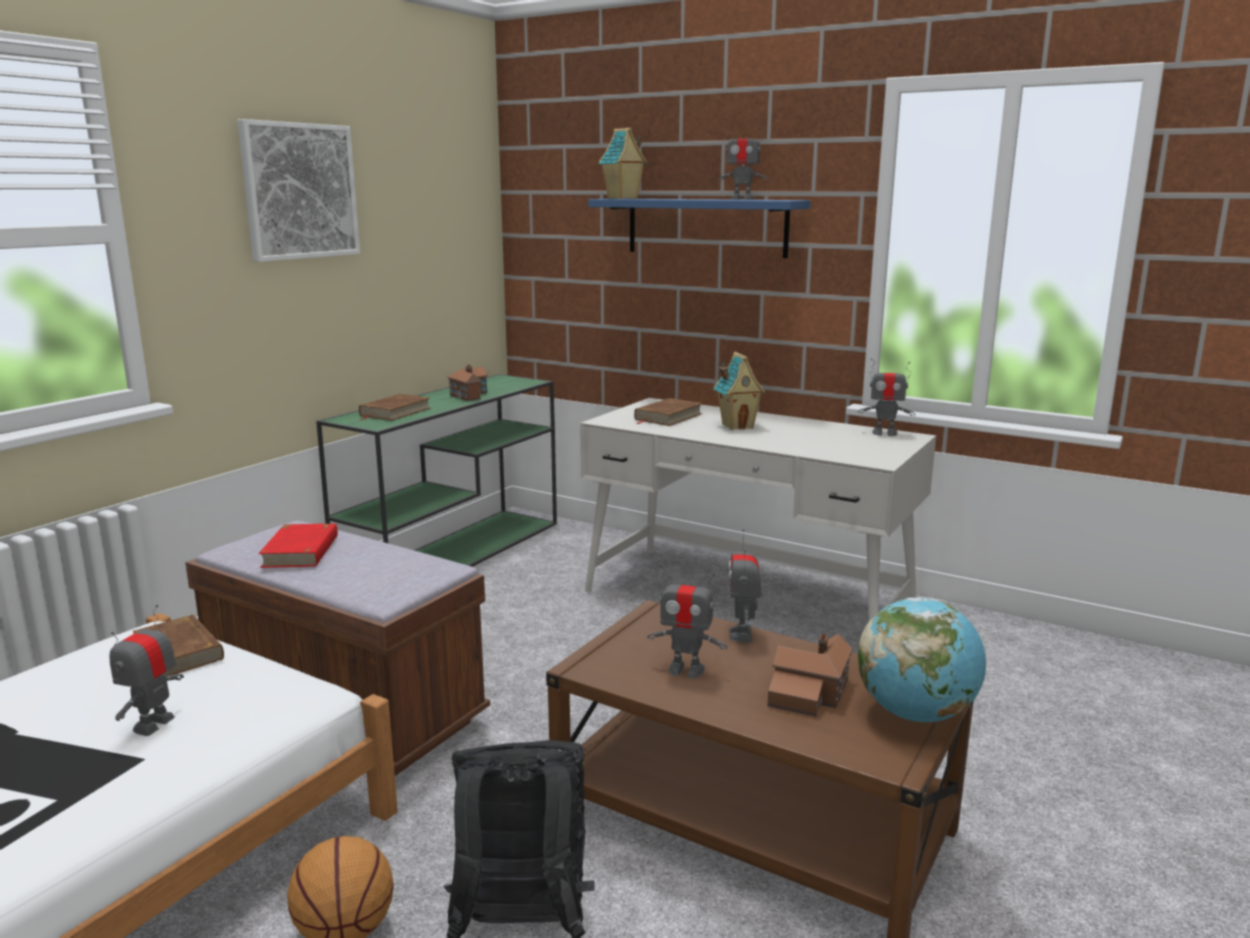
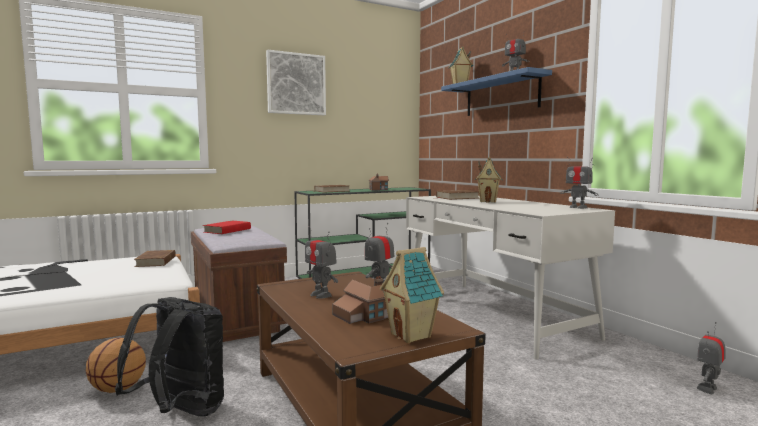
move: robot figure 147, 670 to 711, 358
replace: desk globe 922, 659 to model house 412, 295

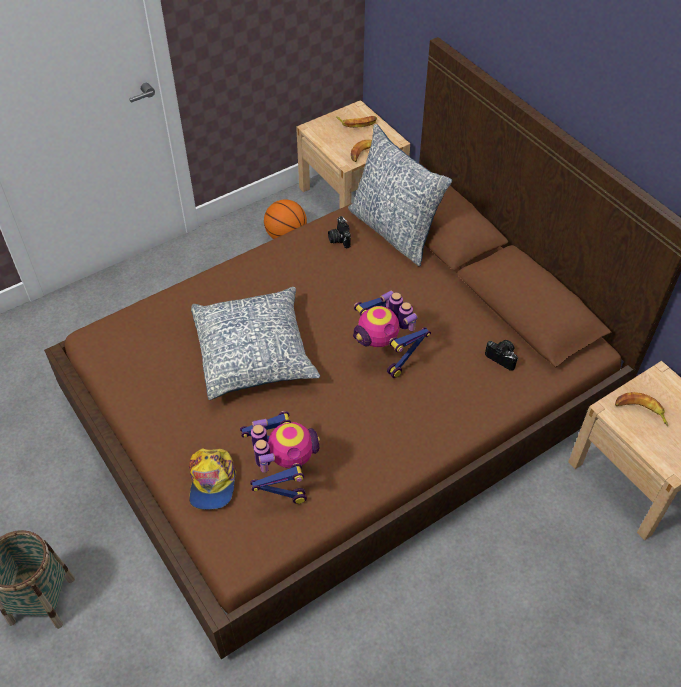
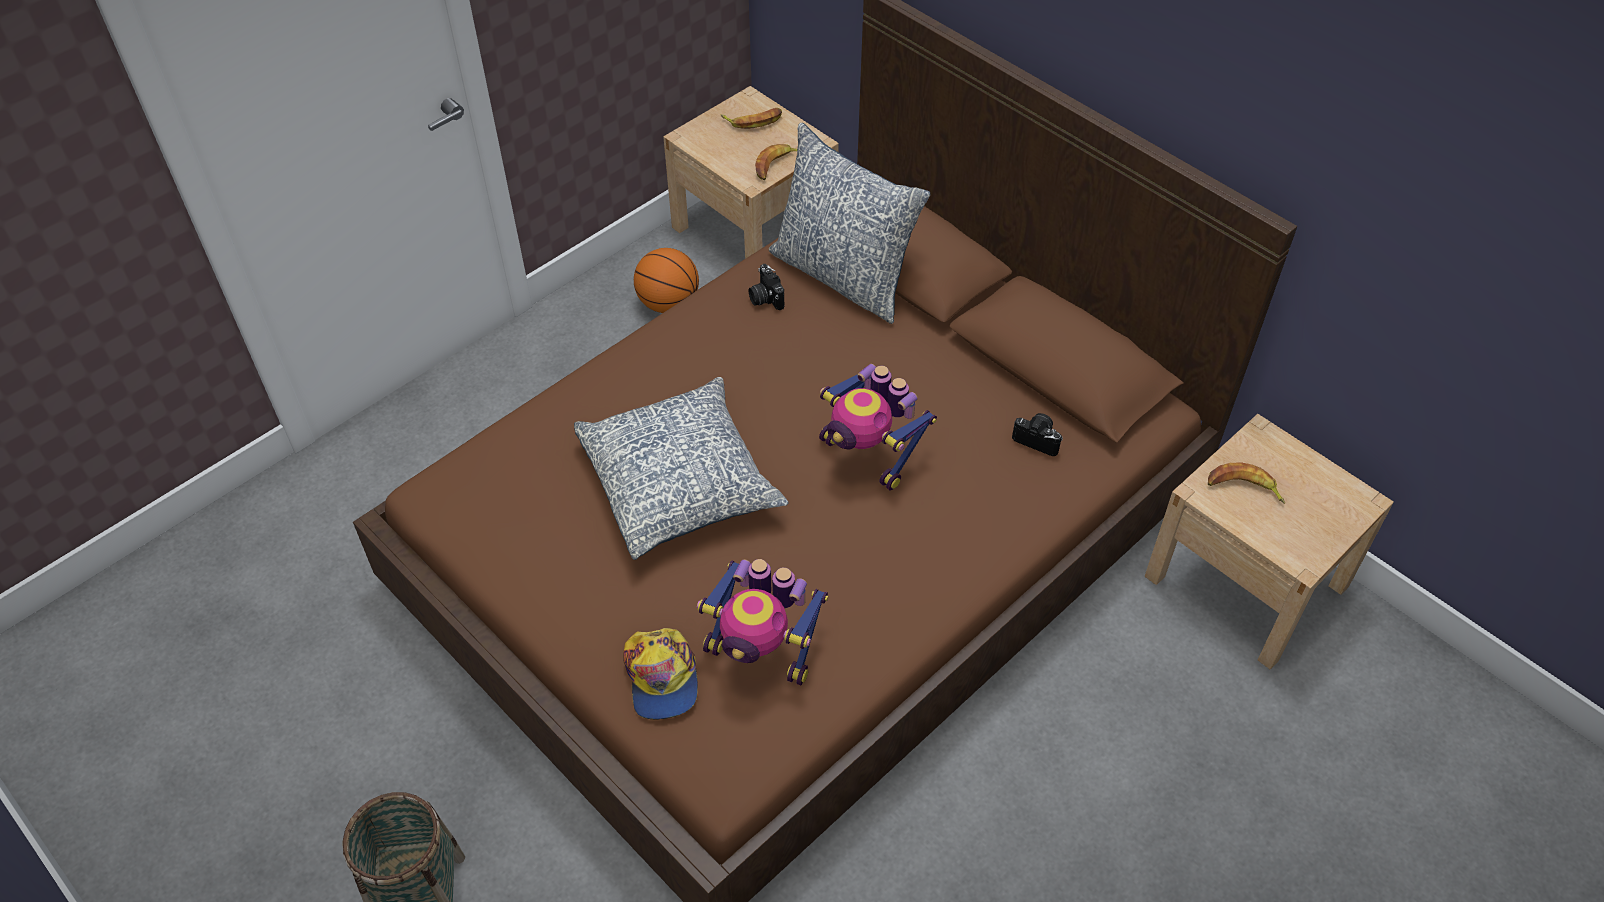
rotate: robot figure 280, 457 = 763, 622 135 degrees clockwise

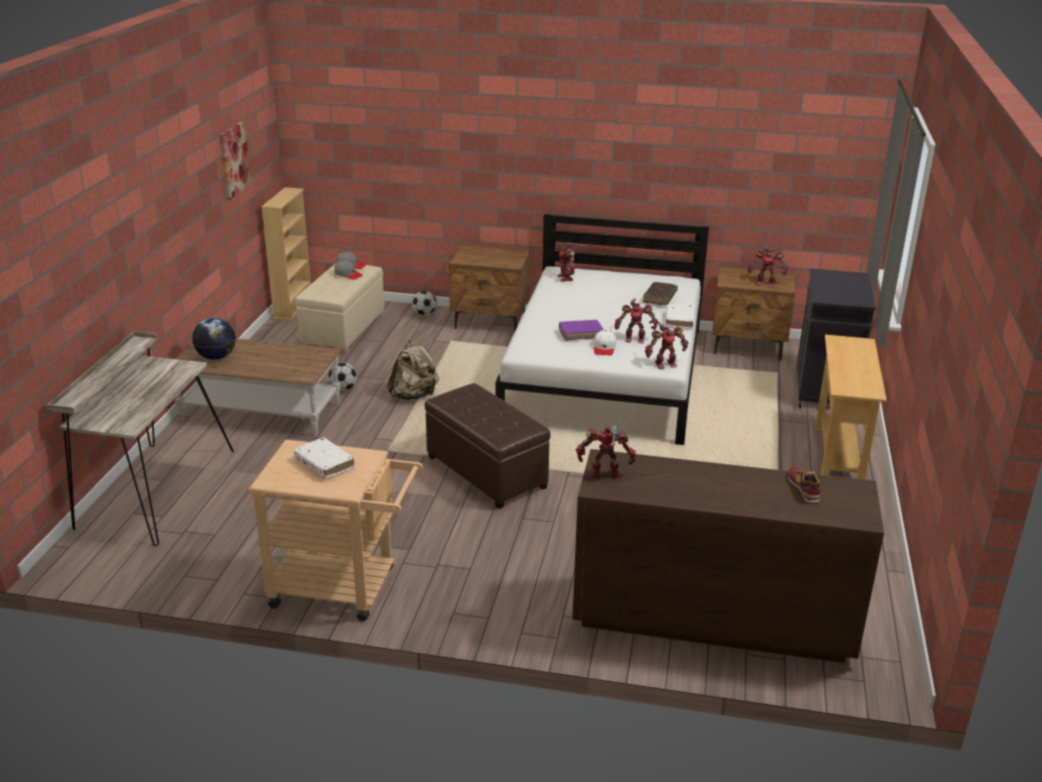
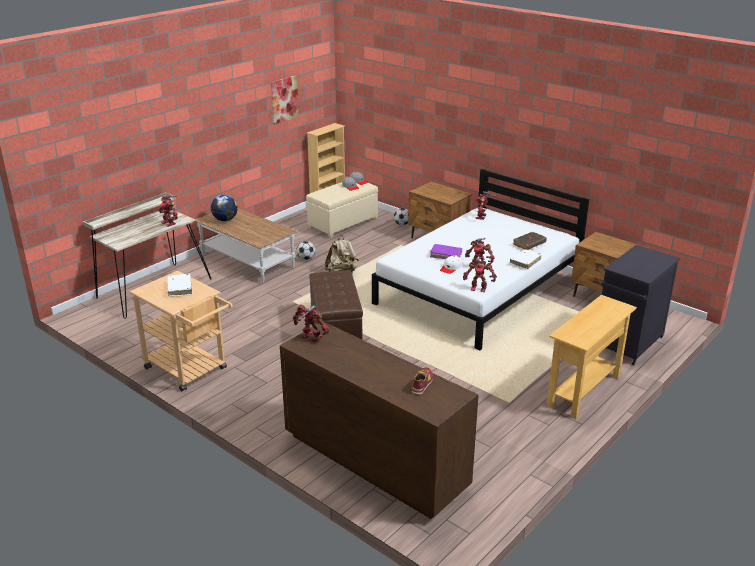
move: robot figure 768, 266 to 168, 211

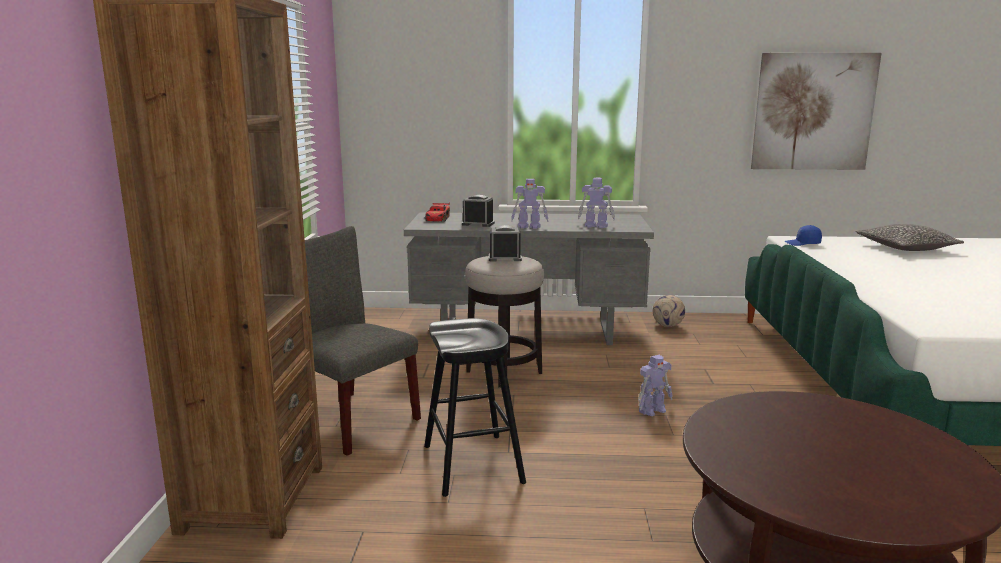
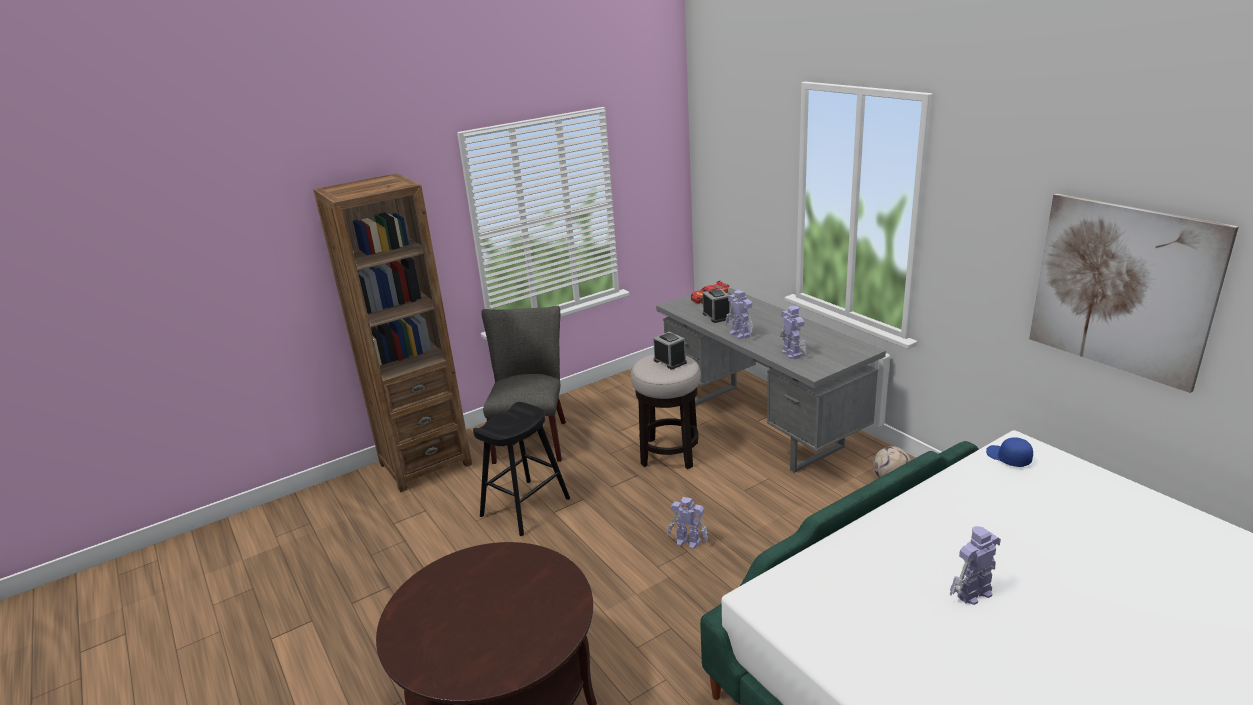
delete: throw pillow 910, 237
insert: robot figure 975, 565

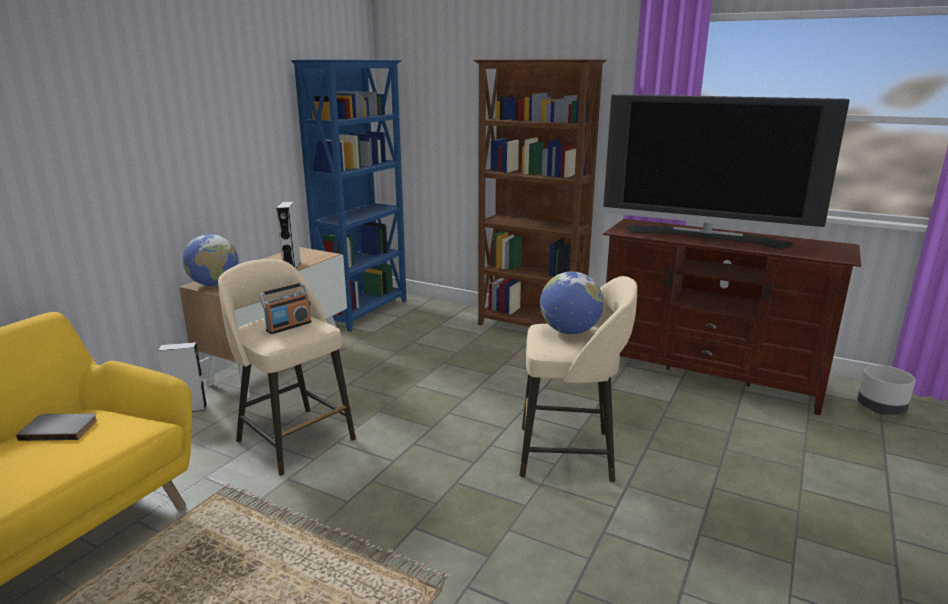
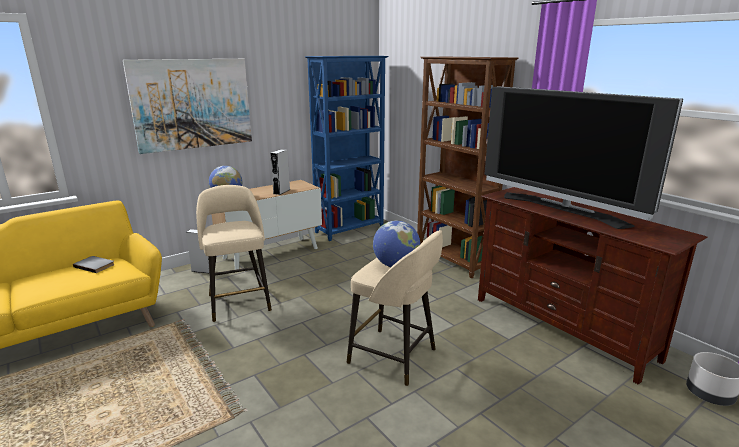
delete: radio set 285, 308
insert: wall picture 187, 106

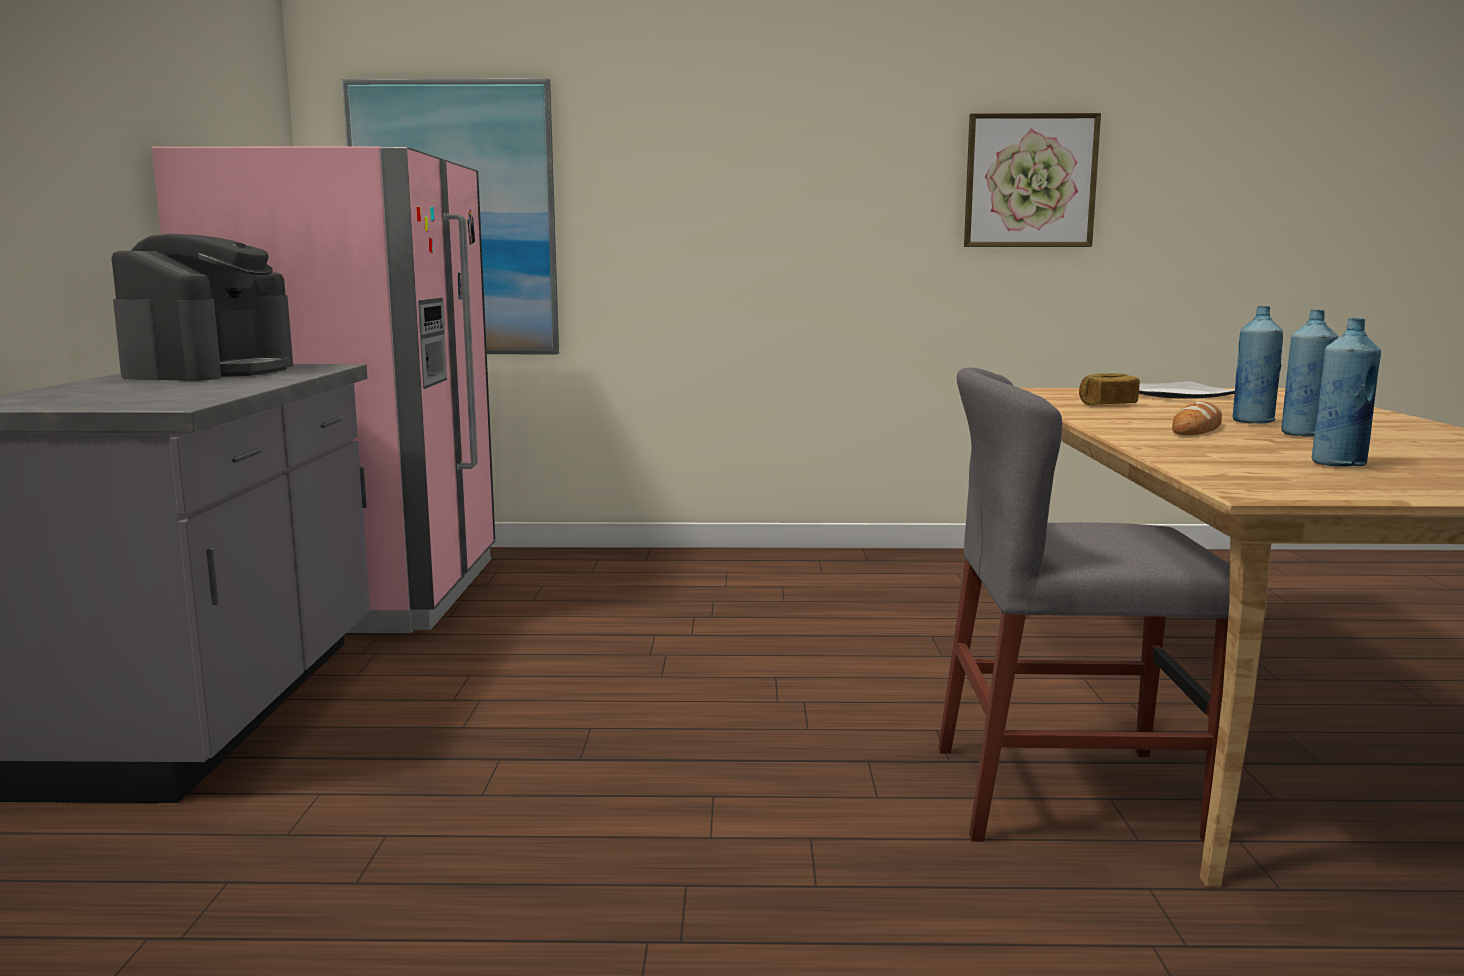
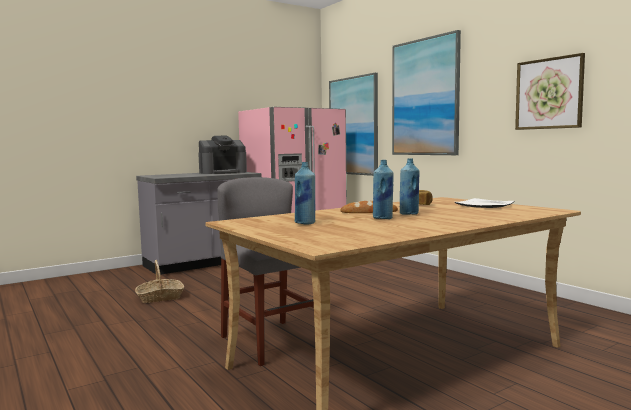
insert: household basket 159, 281; wall picture 426, 92

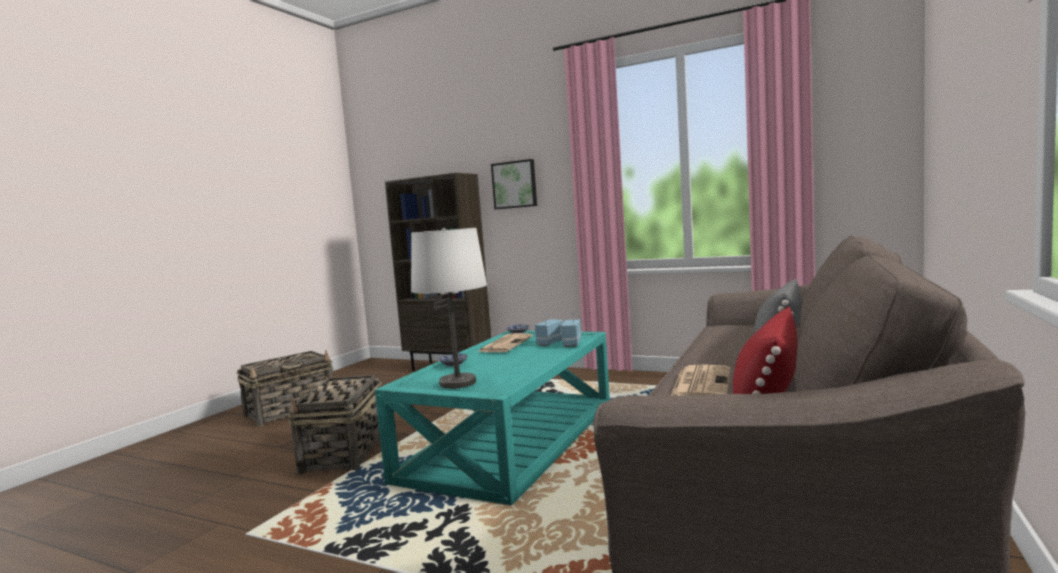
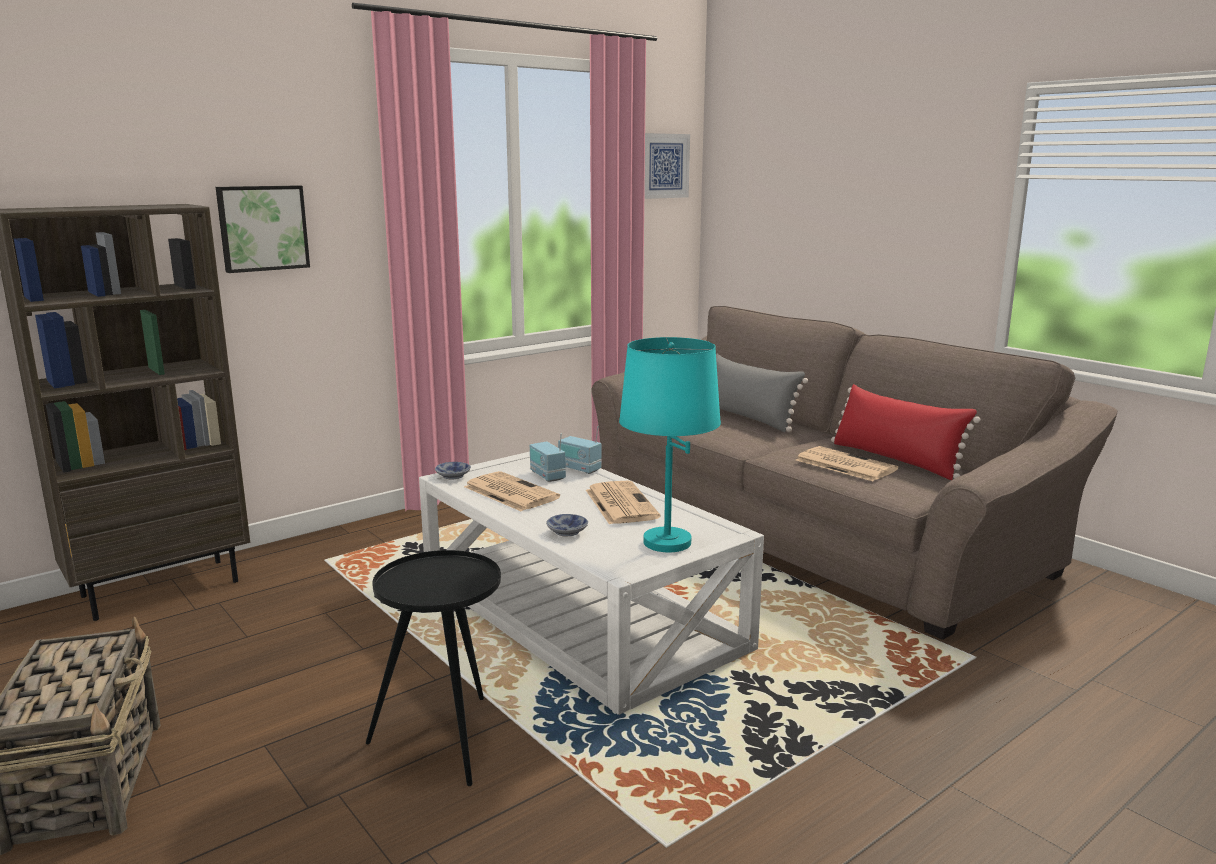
insert: newspaper 623, 502; wall picture 667, 166
replace: household basket 334, 423 to black-coloured end table 433, 668
recolor: turquoise coffee table 492, 418 to white-coloured coffee table 591, 583; white-coloured lamp for a table 449, 308 to turquoise lamp for a table 670, 444

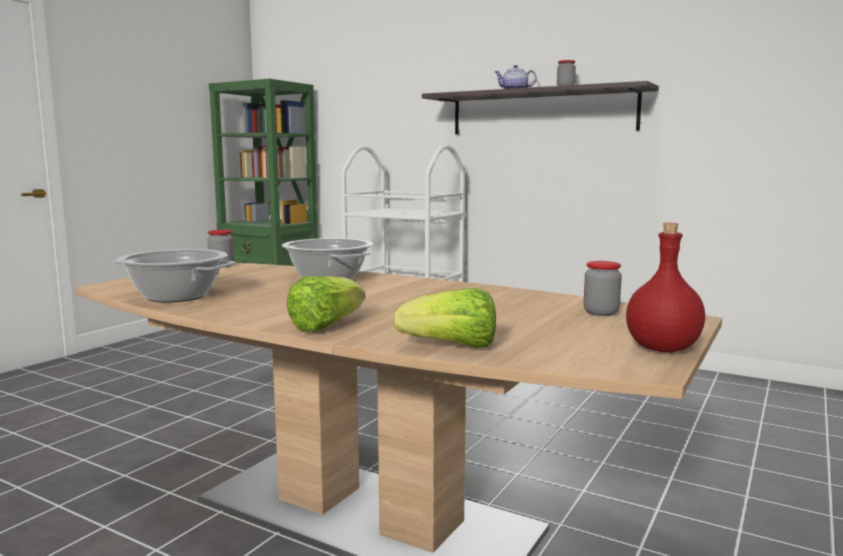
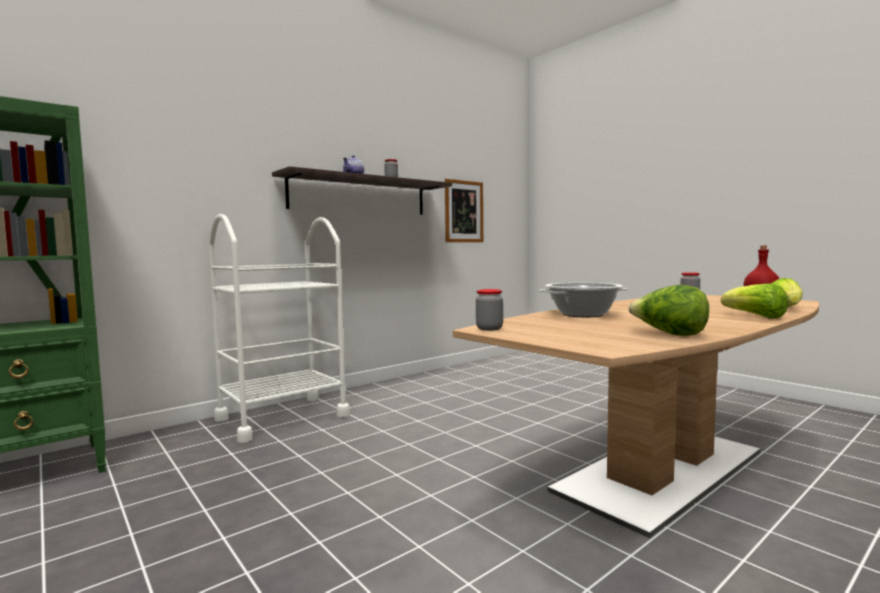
insert: wall picture 464, 210
replace: stockpot 174, 276 to lettuce head 669, 310

